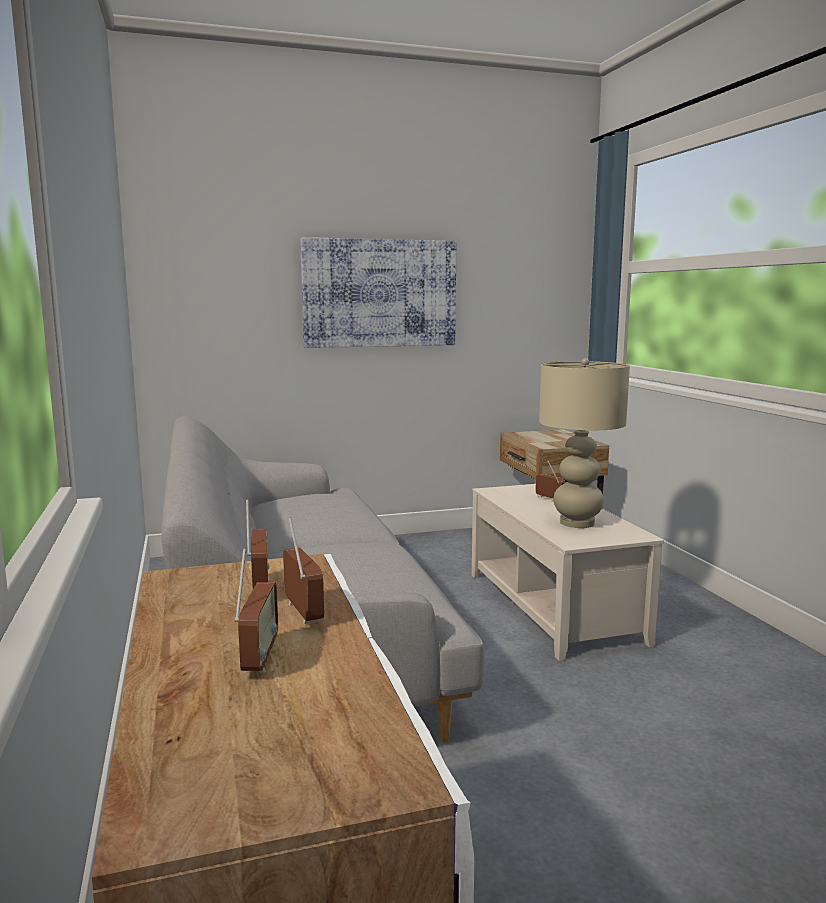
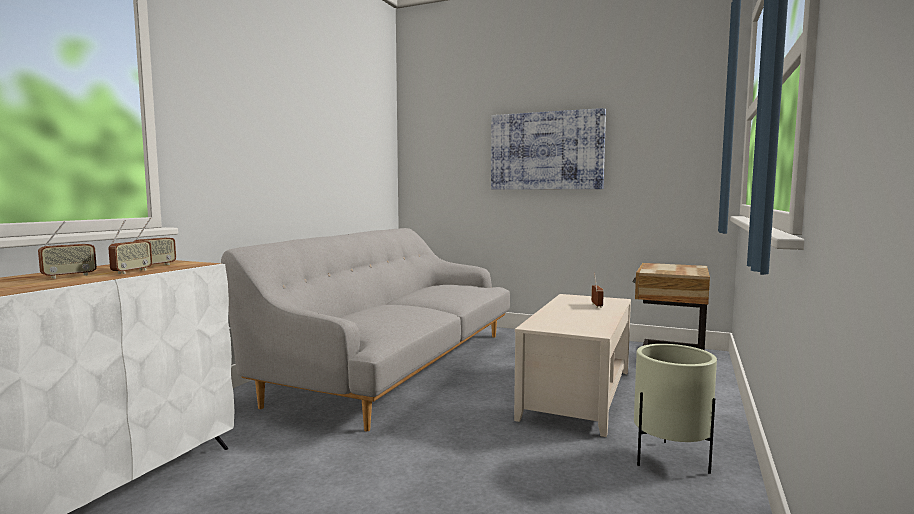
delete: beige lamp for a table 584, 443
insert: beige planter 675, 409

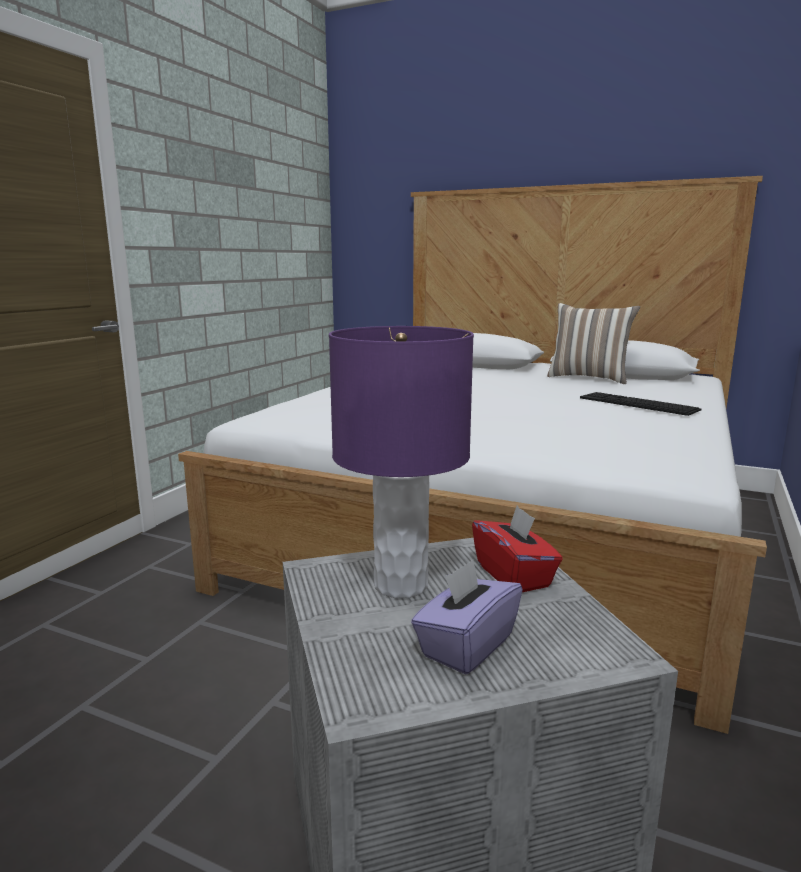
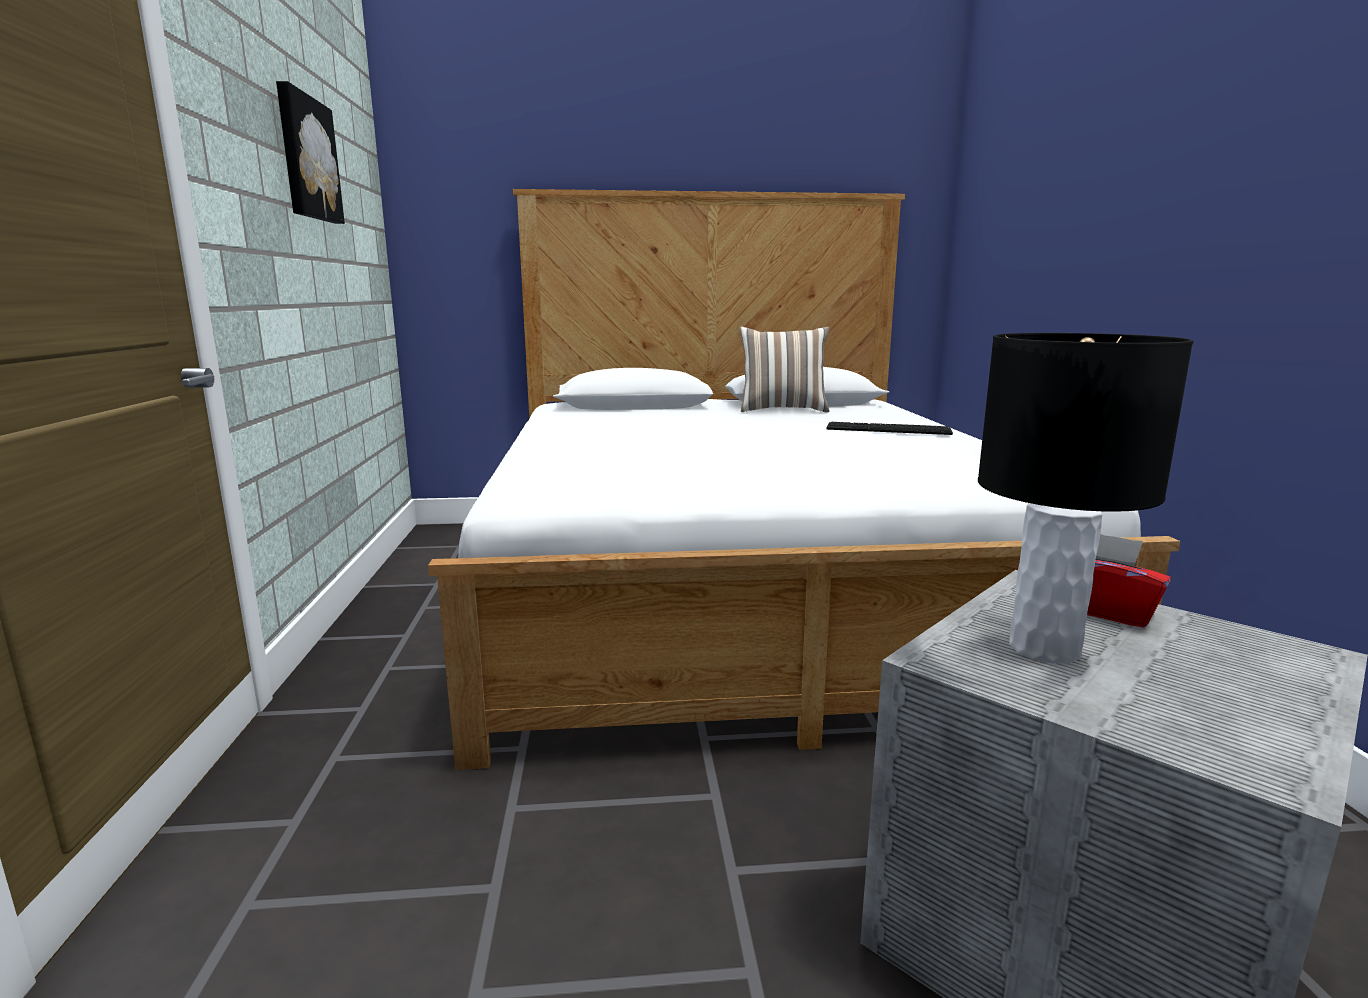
delete: purple-coloured tissue holder 466, 617
insert: wall picture 310, 152
recolor: purple-coloured lamp for a table 401, 462 to black-coloured lamp for a table 1085, 498

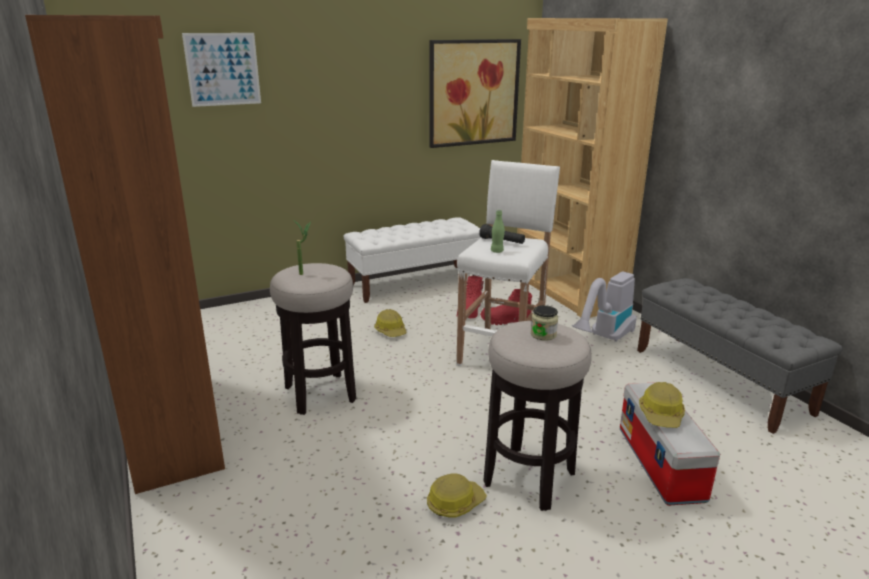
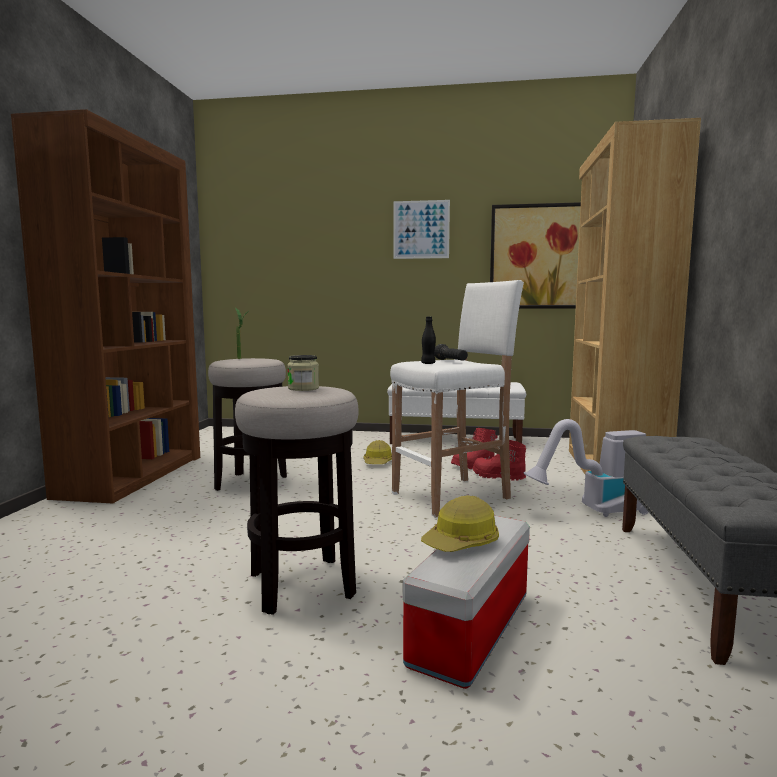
delete: safety helmet 457, 495
move: wall picture 221, 70 to 421, 229
recolor: greenish beverage bottle 498, 231 to black-coloured beverage bottle 428, 340

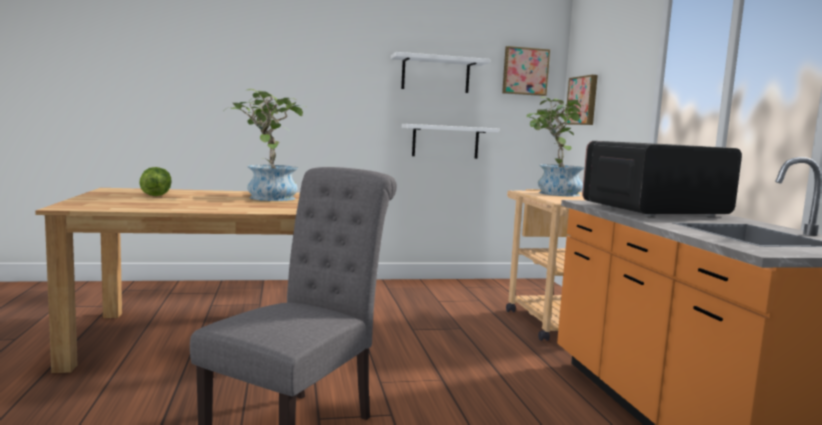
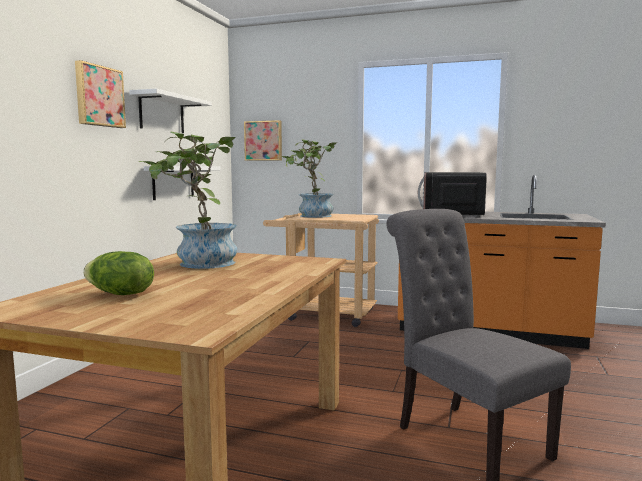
move: wall picture 526, 71 to 100, 94

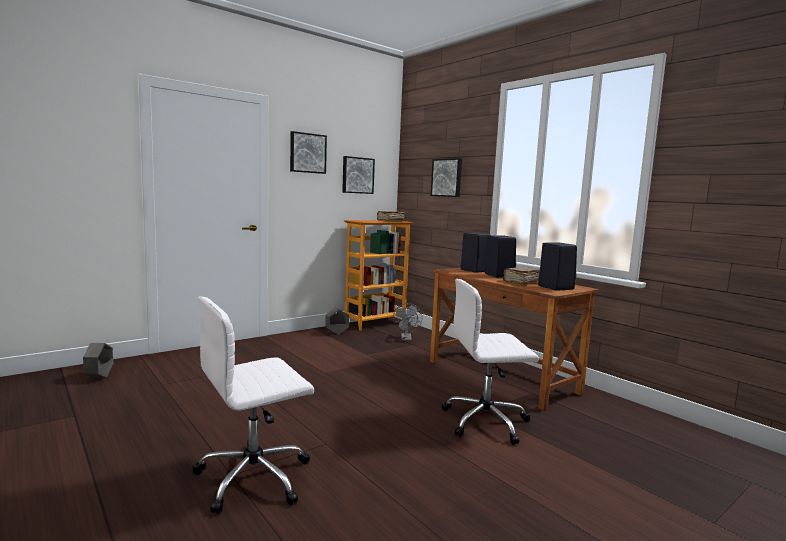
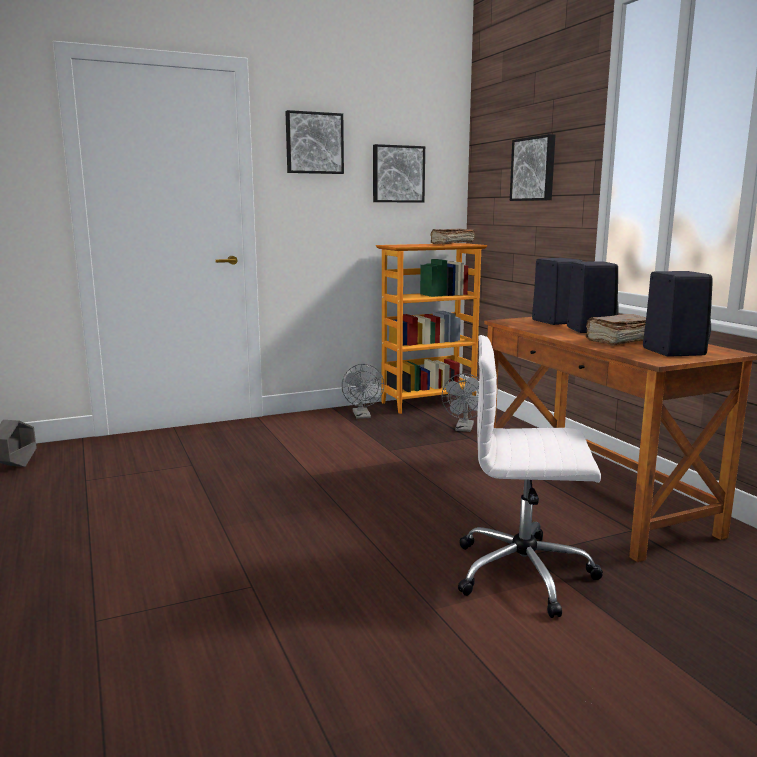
delete: white-coloured computer chair 253, 405
replace: gray planter 337, 321 to gray electric fan 363, 391

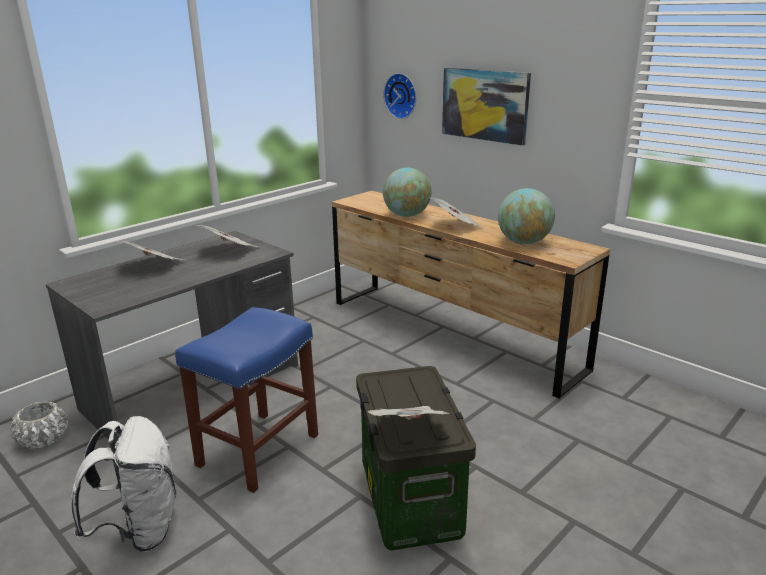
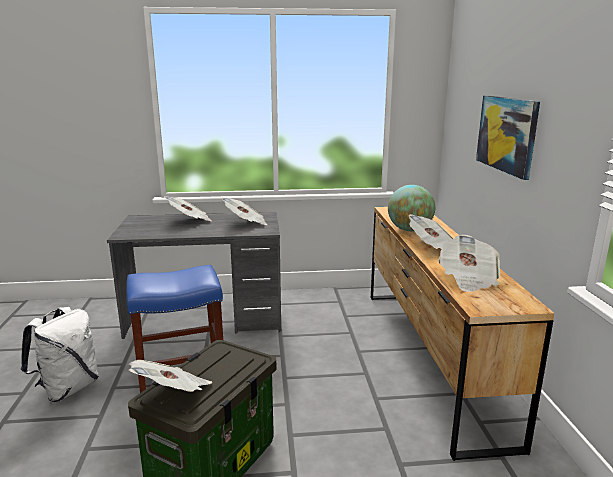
delete: white-coloured planter 39, 425; hanging clock 400, 96
replace: desk globe 526, 216 to newspaper 469, 263

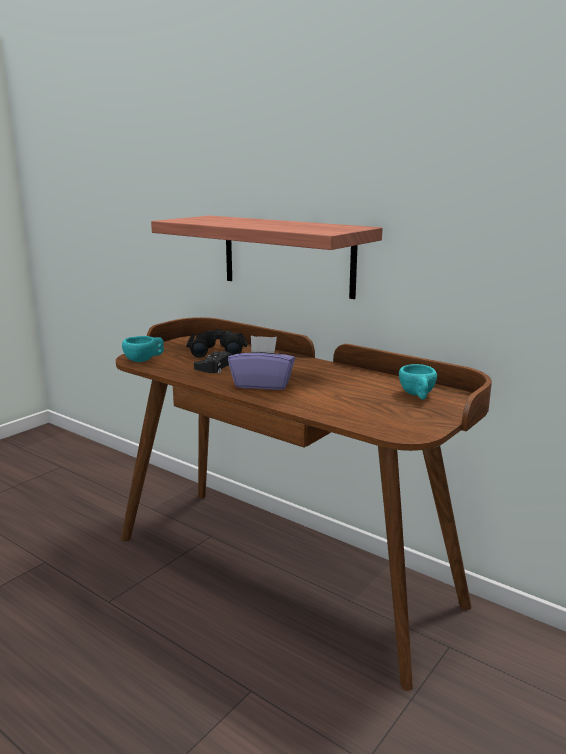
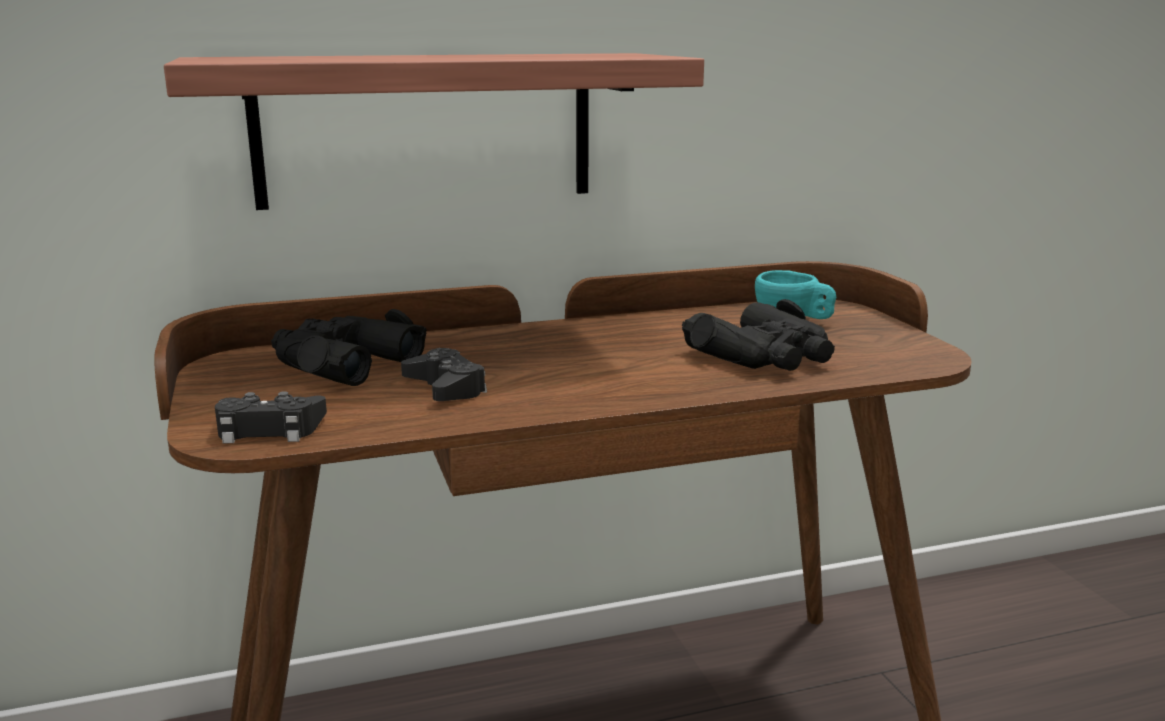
delete: purple-coloured tissue holder 261, 363
insert: black-coloured field glasses 758, 335
replace: turquoise small cup 143, 349 to black-coloured gamepad 271, 417

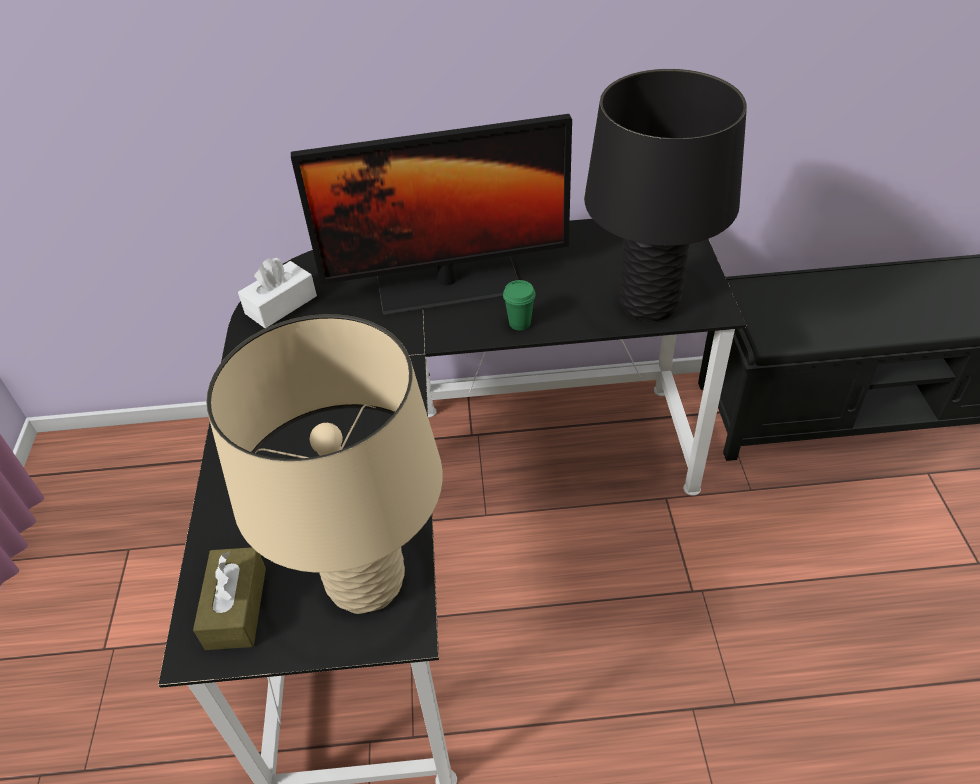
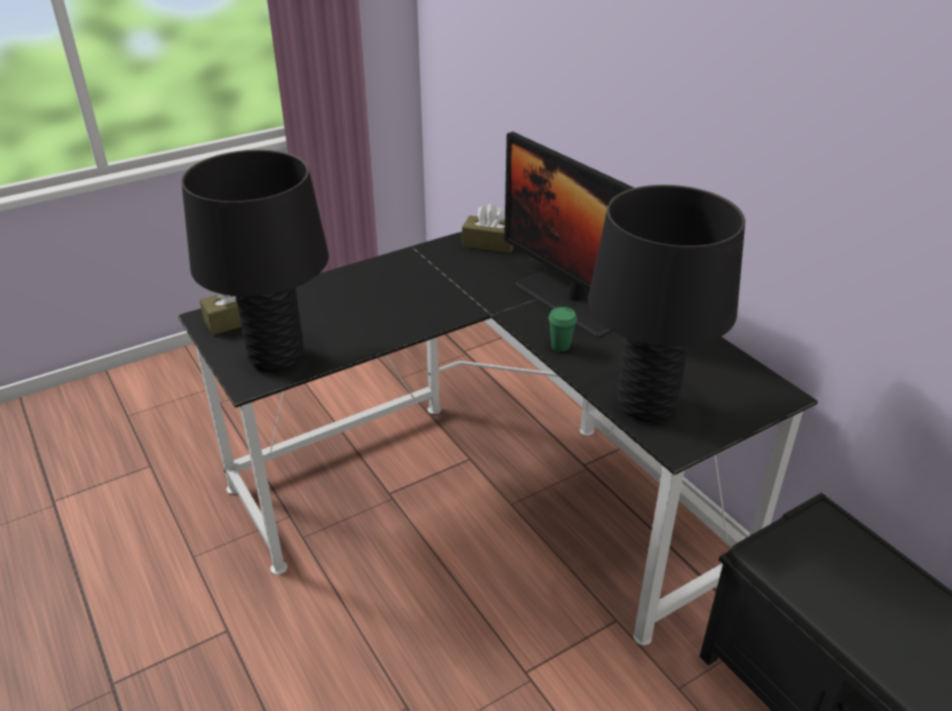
recolor: beige lamp for a table 324, 464 to black-coloured lamp for a table 255, 261; white-coloured tissue holder 277, 293 to brown-coloured tissue holder 488, 228

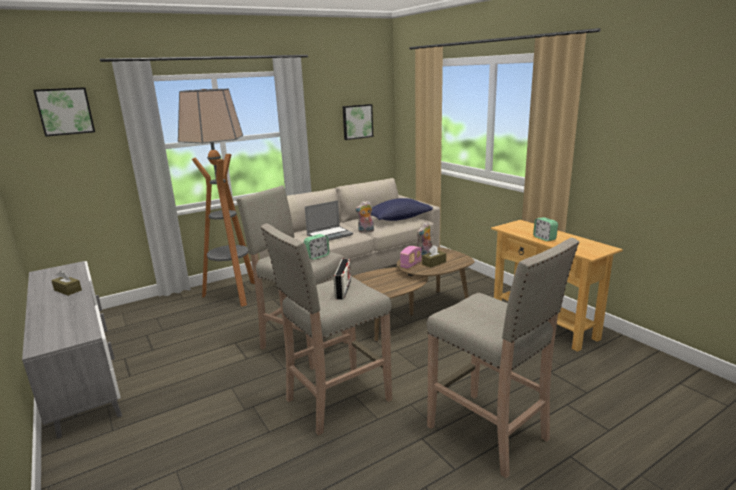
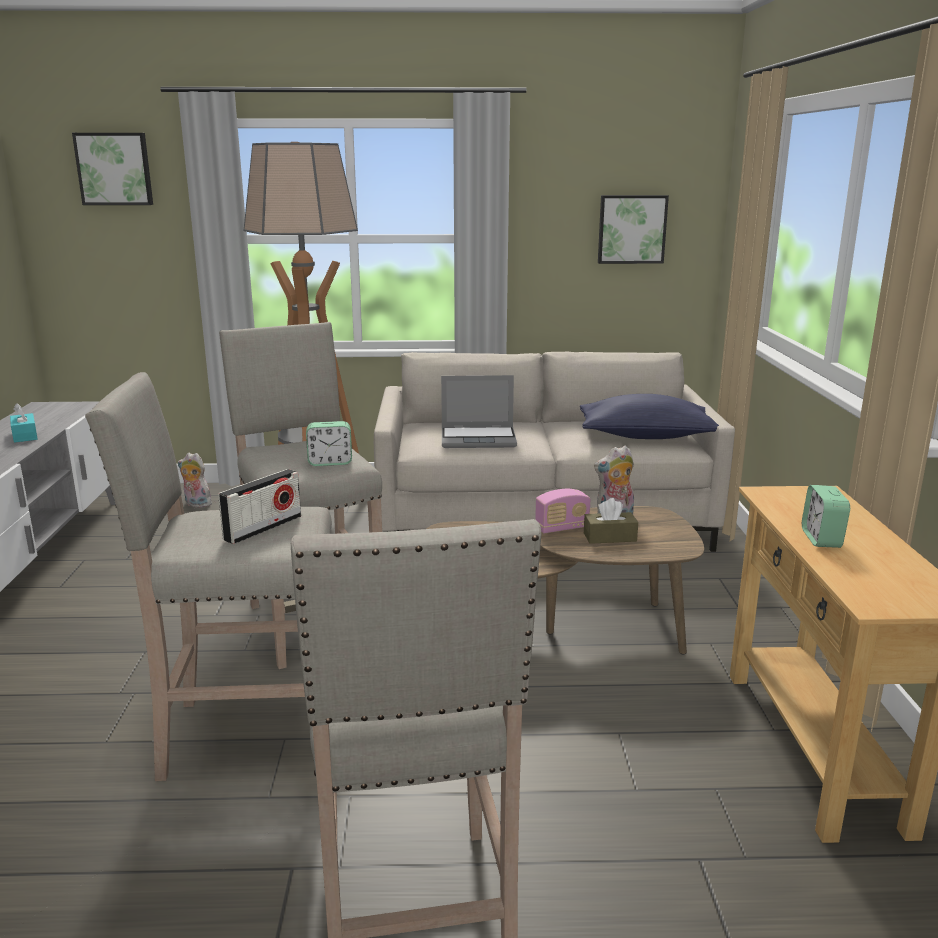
move: soft toy 364, 217 to 195, 480
recolor: brown-coloured tissue holder 66, 283 to turquoise tissue holder 23, 423

